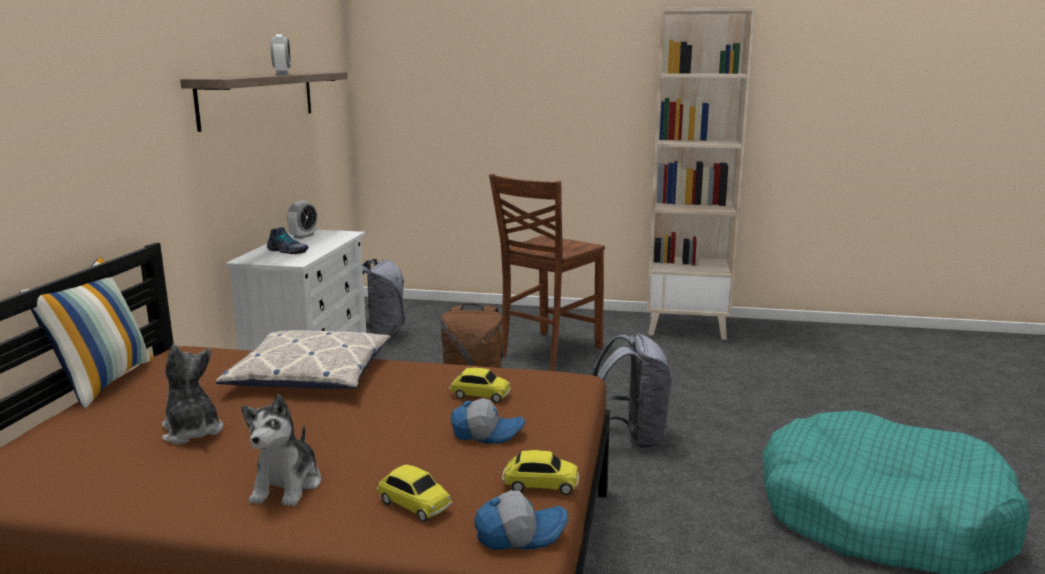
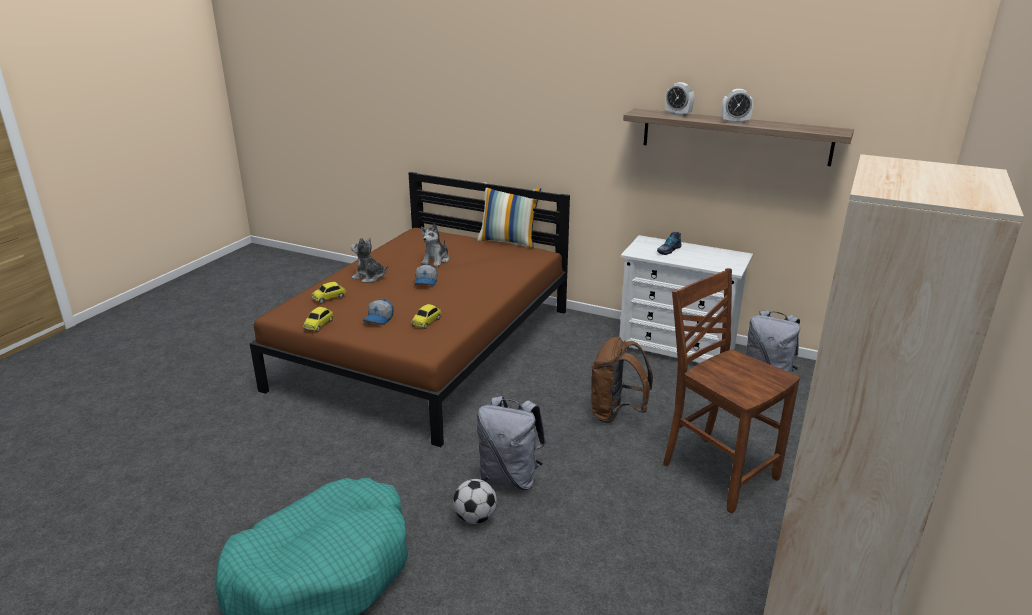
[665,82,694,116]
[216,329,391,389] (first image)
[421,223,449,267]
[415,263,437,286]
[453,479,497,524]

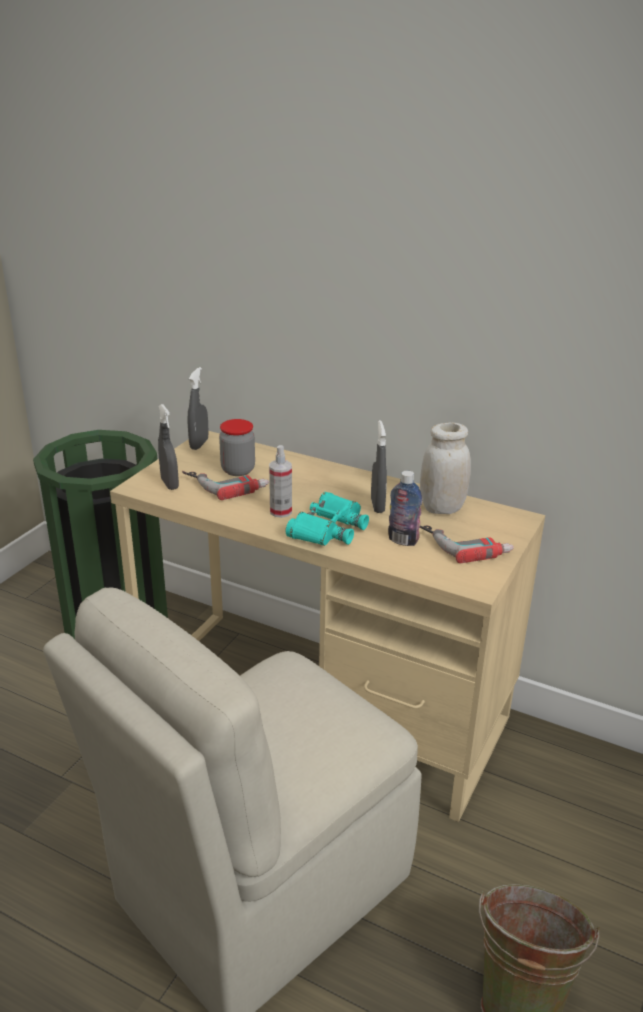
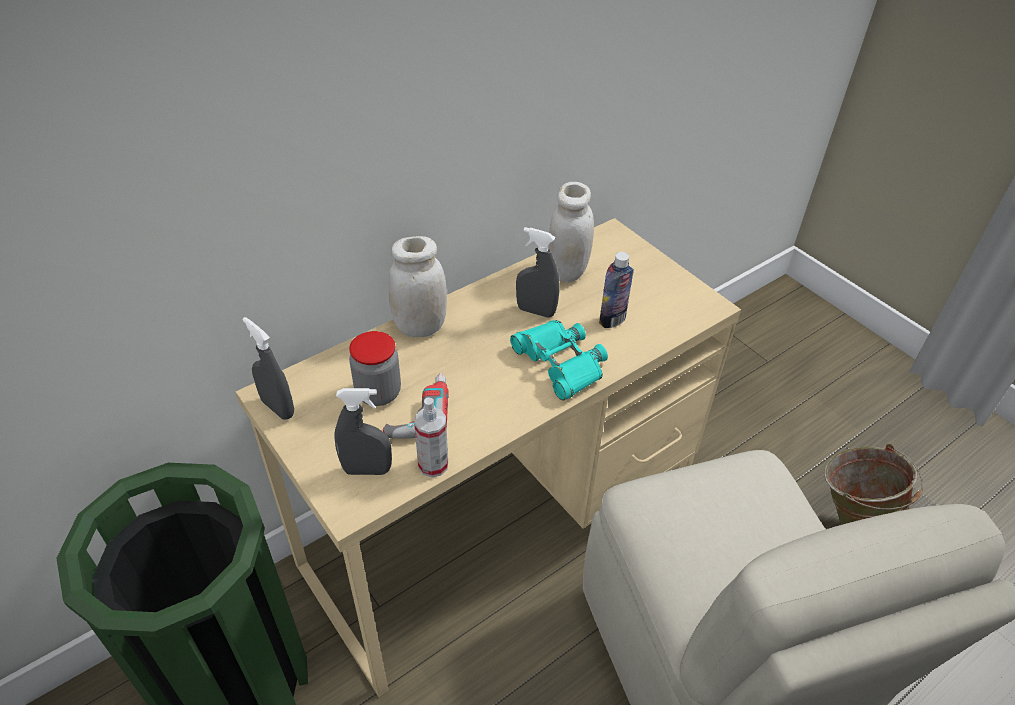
[414,397,448,477]
[420,526,514,563] (first image)
[388,236,447,337]

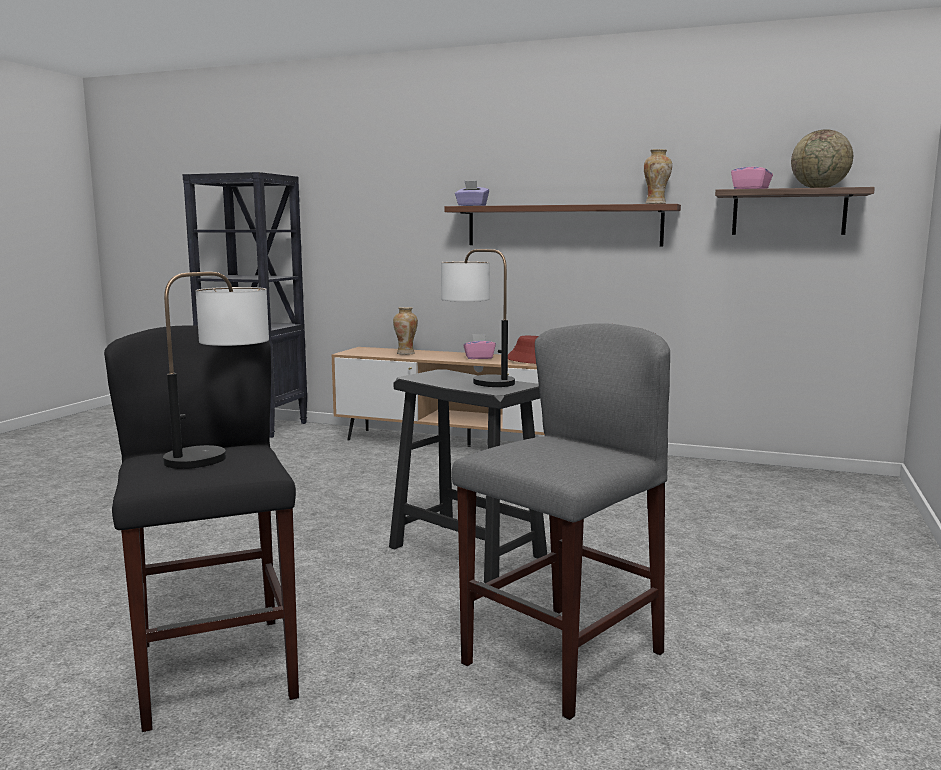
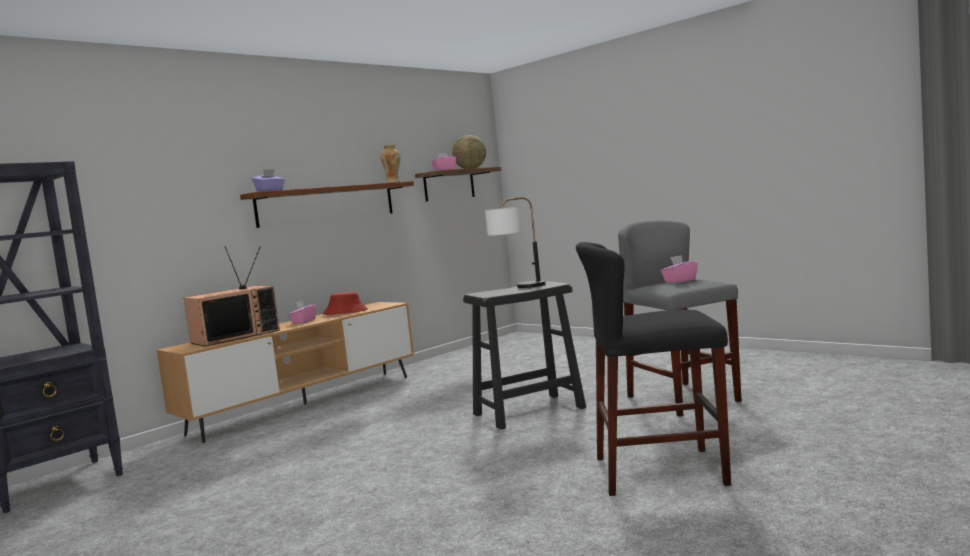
[163,272,269,469] (first image)
[184,246,280,346]
[661,255,698,283]

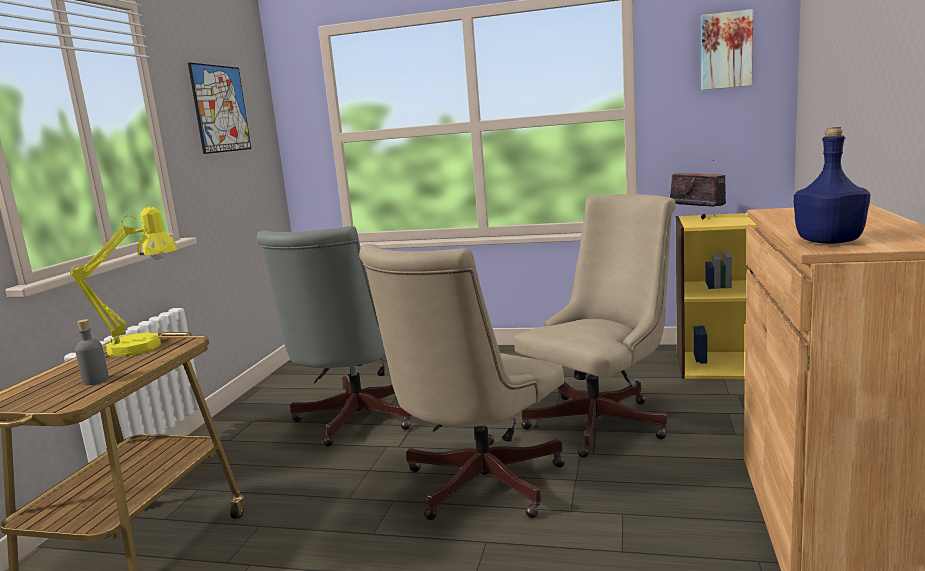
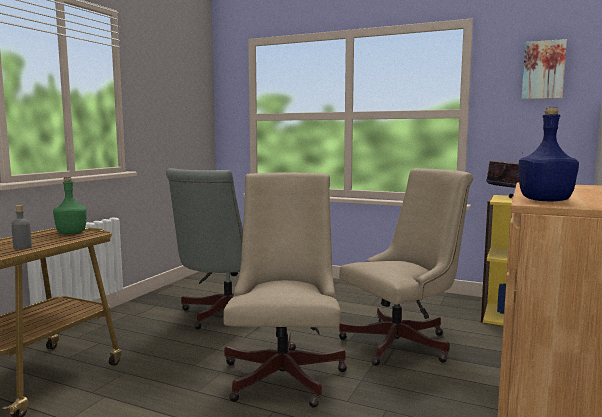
[188,62,251,154] (first image)
[53,177,87,234]
[223,172,347,408]

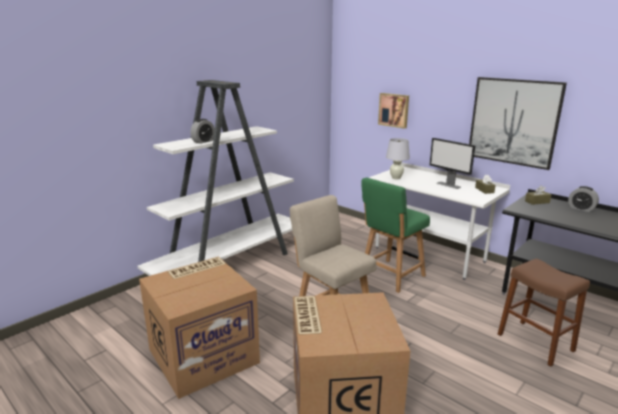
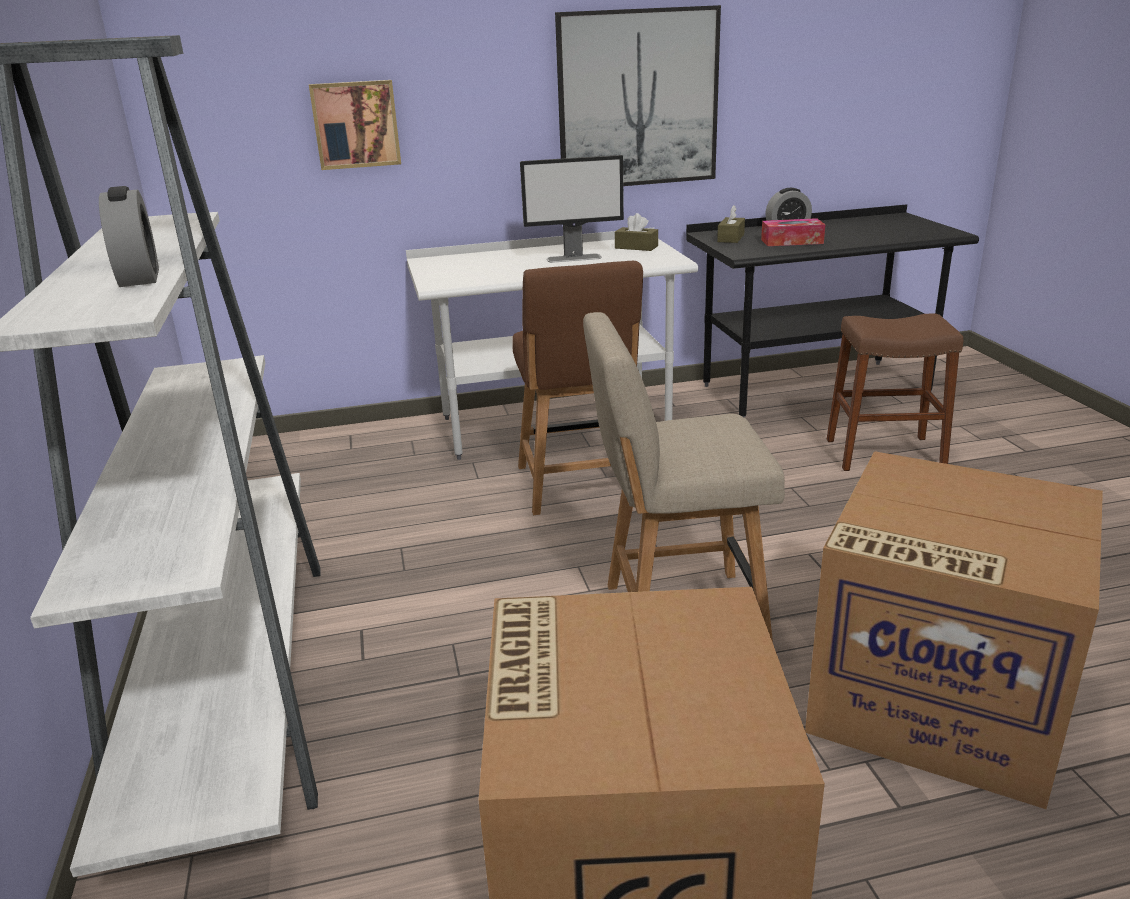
[386,138,410,179] (first image)
[512,261,643,515]
[761,218,825,246]

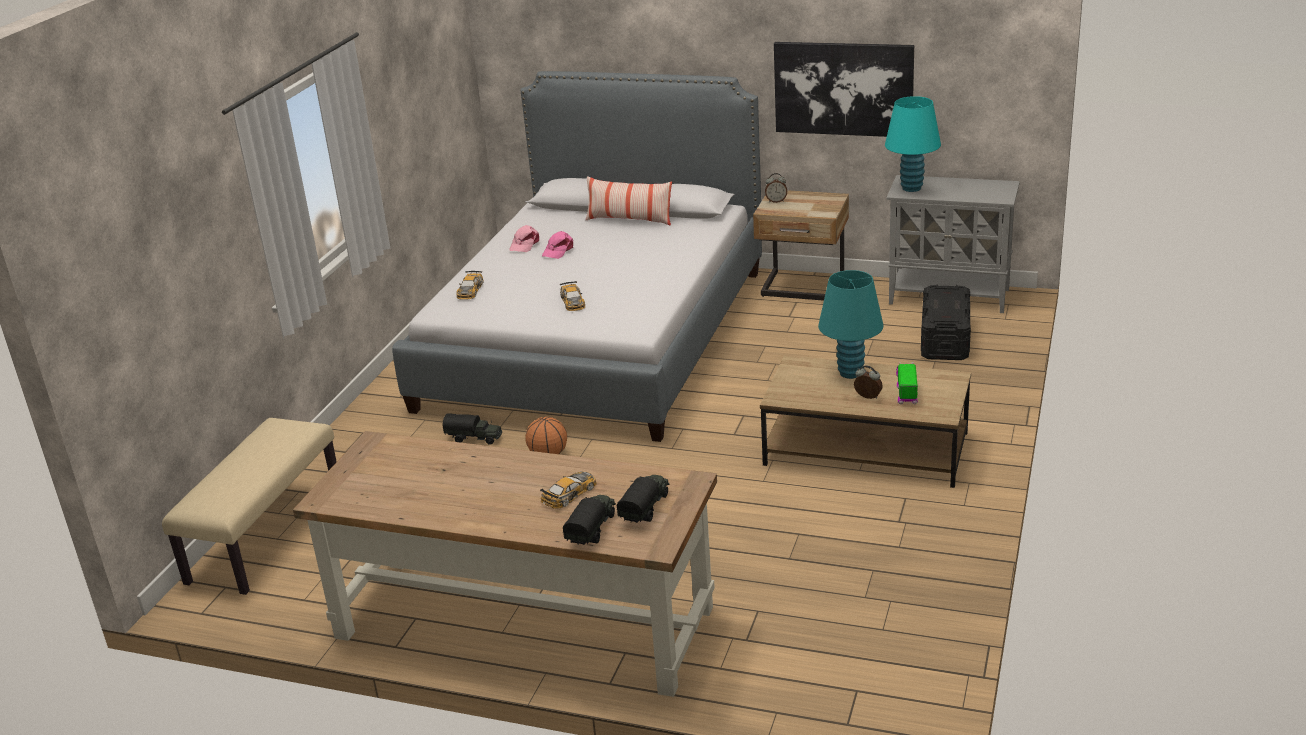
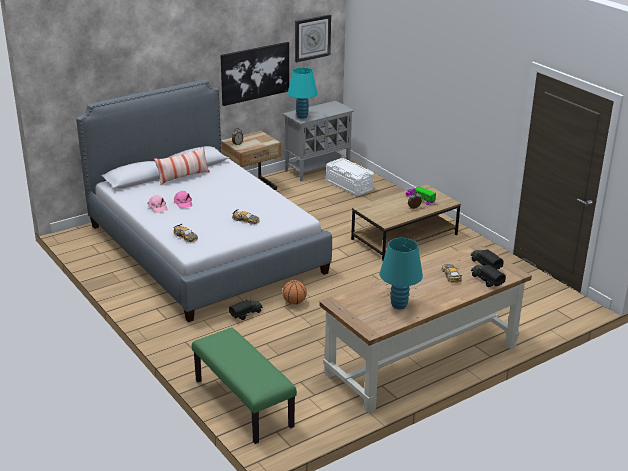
[380,238,423,309]
[326,158,374,196]
[192,327,297,444]
[295,15,331,62]

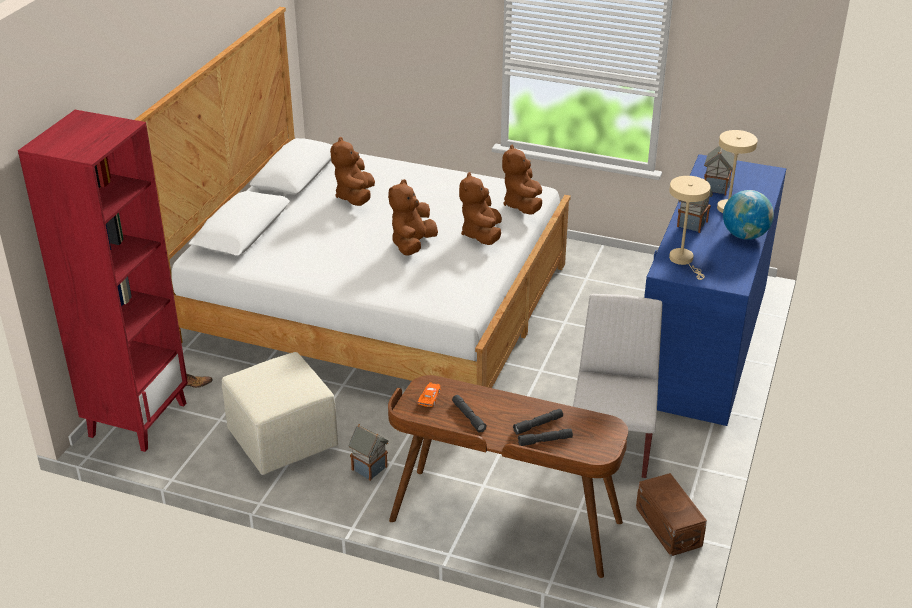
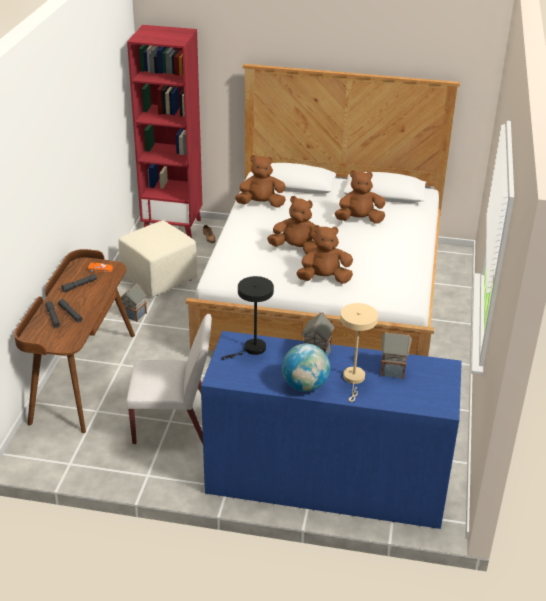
[235,155,286,207]
[221,276,274,360]
[636,473,707,556] (first image)

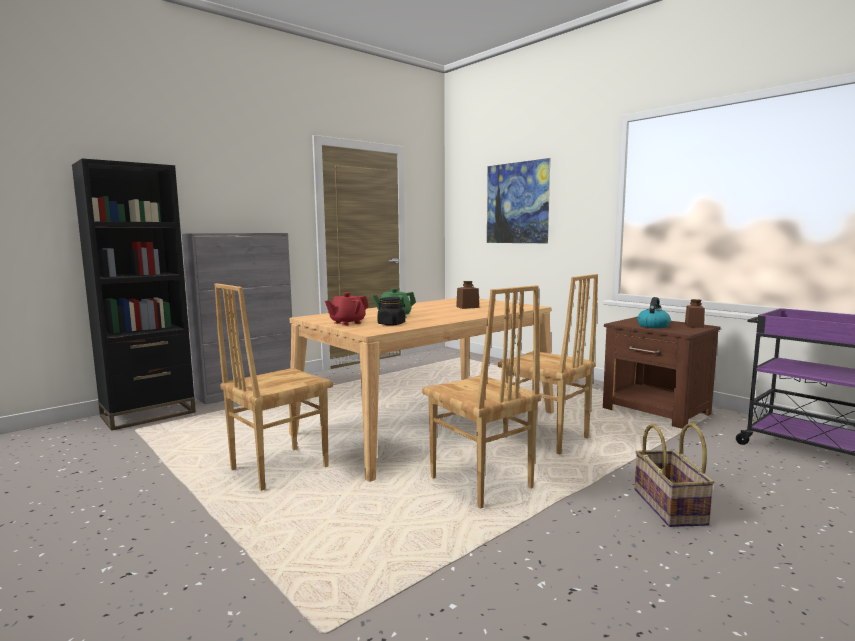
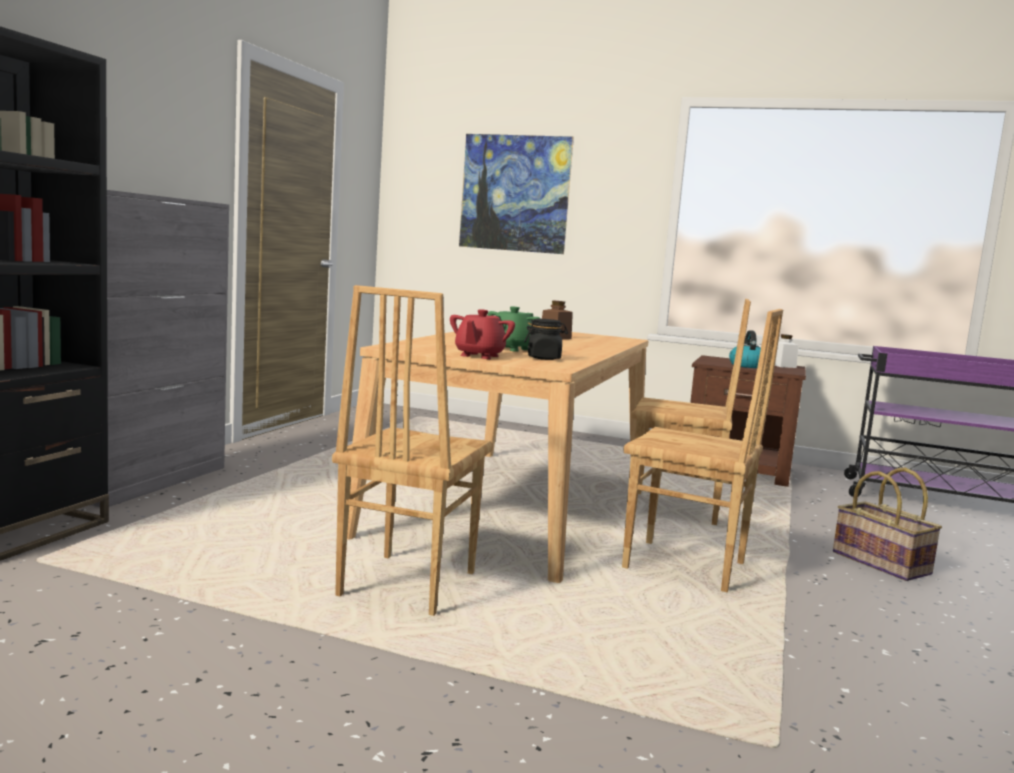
[775,334,798,368]

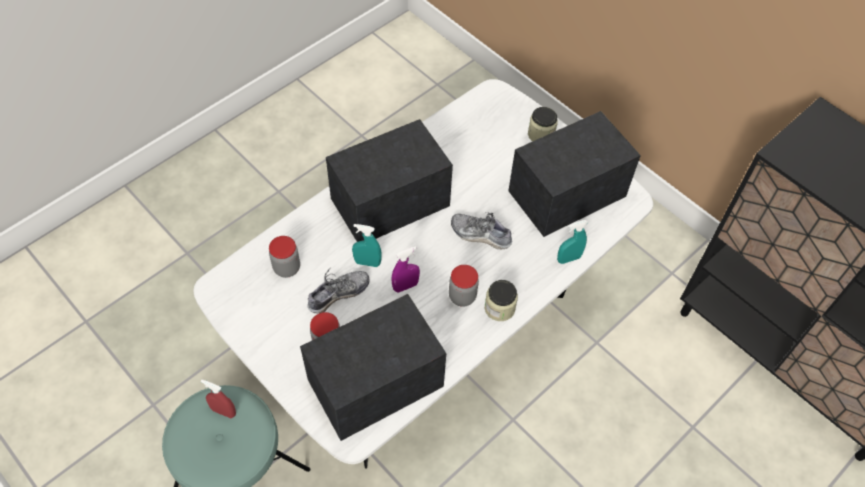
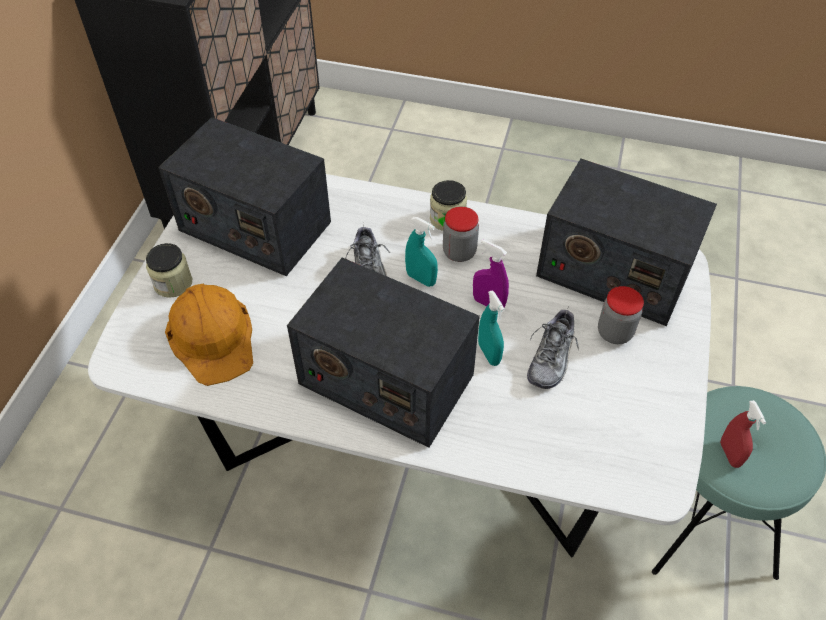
[405,217,438,287]
[269,236,300,278] (first image)
[527,309,579,389]
[165,283,253,386]

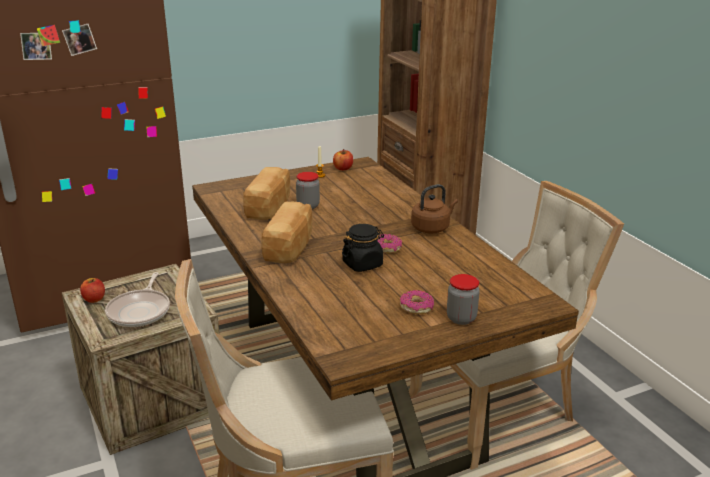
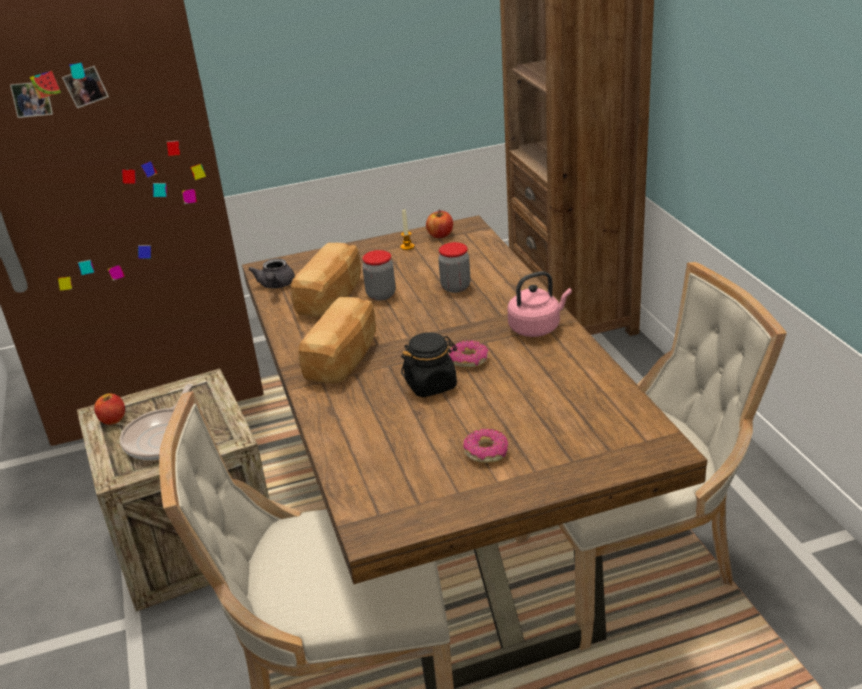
[507,271,572,337]
[438,242,470,293]
[248,258,295,289]

